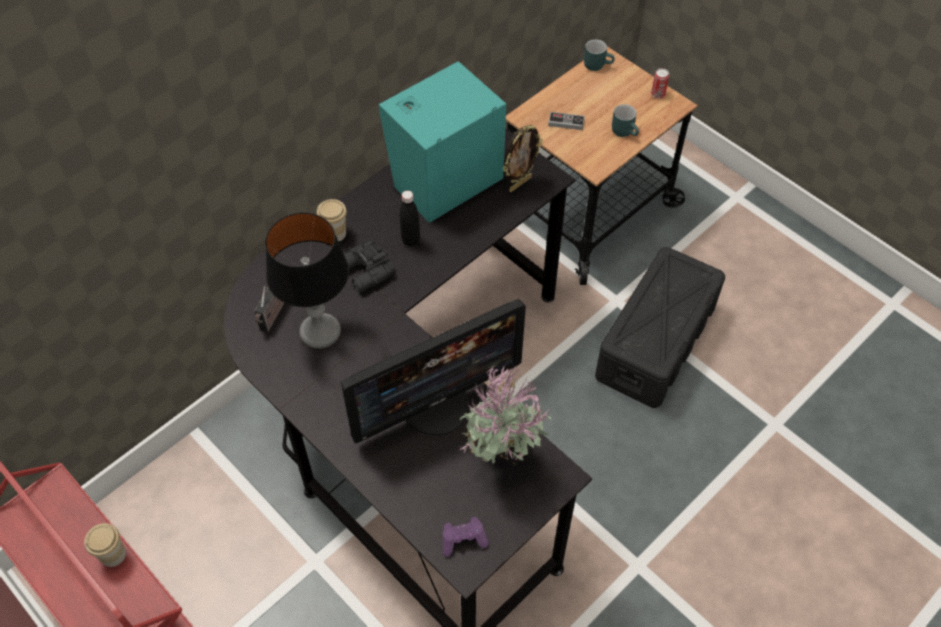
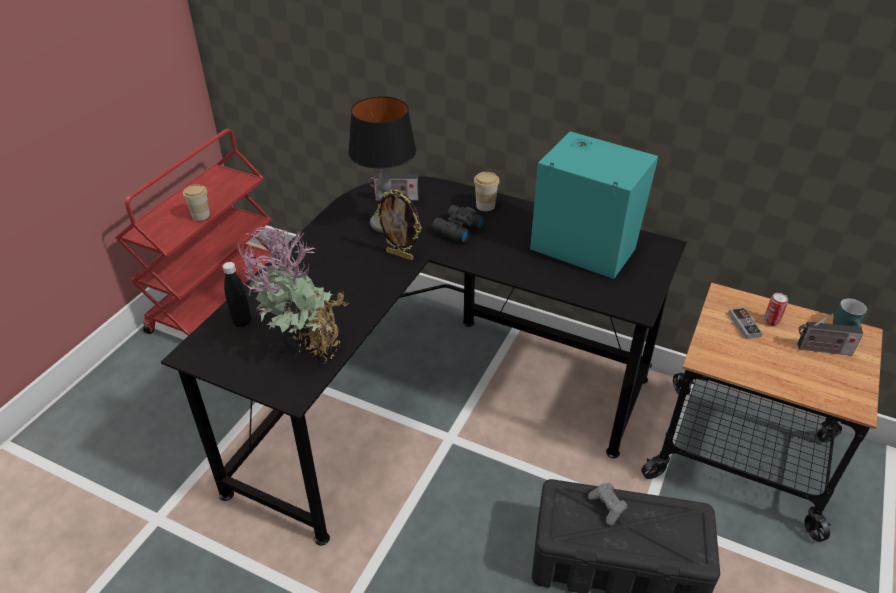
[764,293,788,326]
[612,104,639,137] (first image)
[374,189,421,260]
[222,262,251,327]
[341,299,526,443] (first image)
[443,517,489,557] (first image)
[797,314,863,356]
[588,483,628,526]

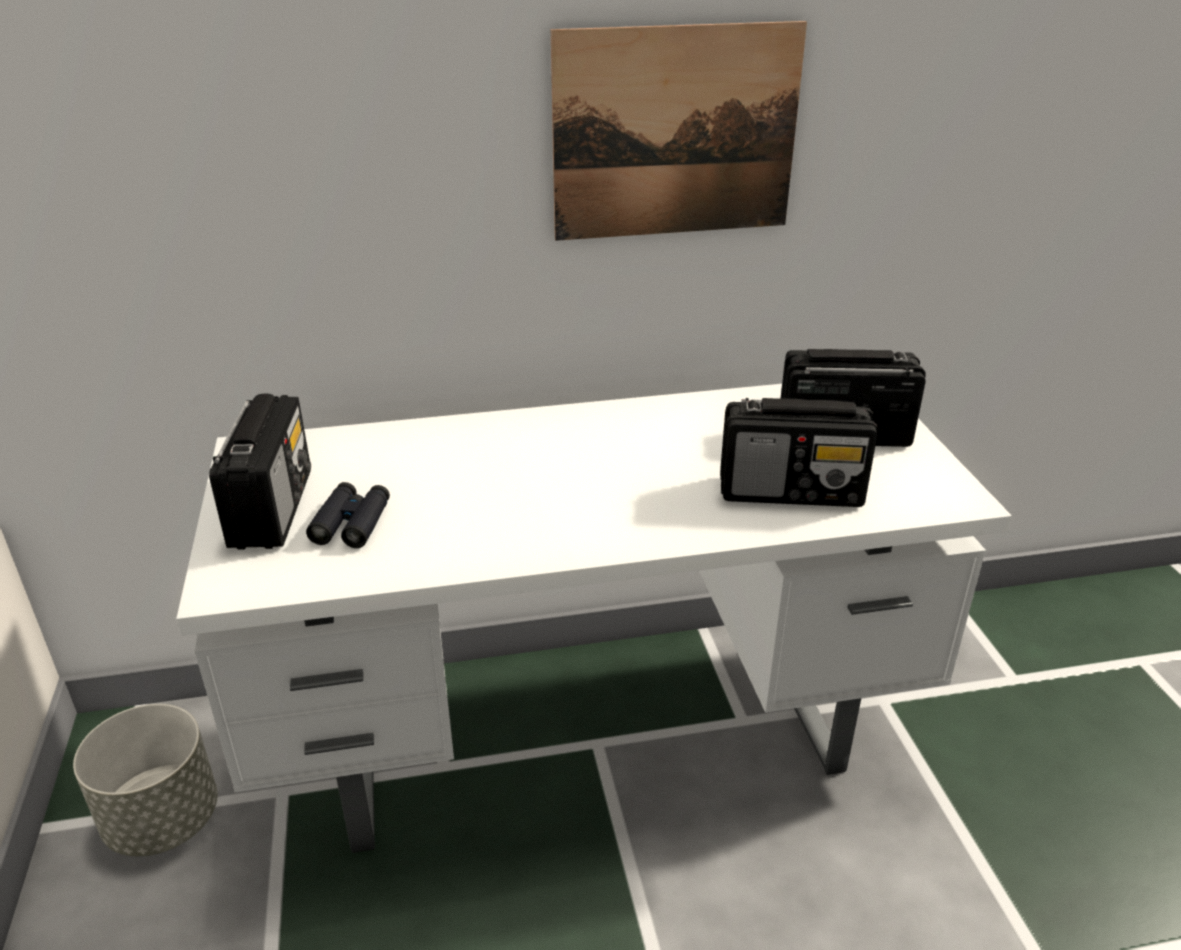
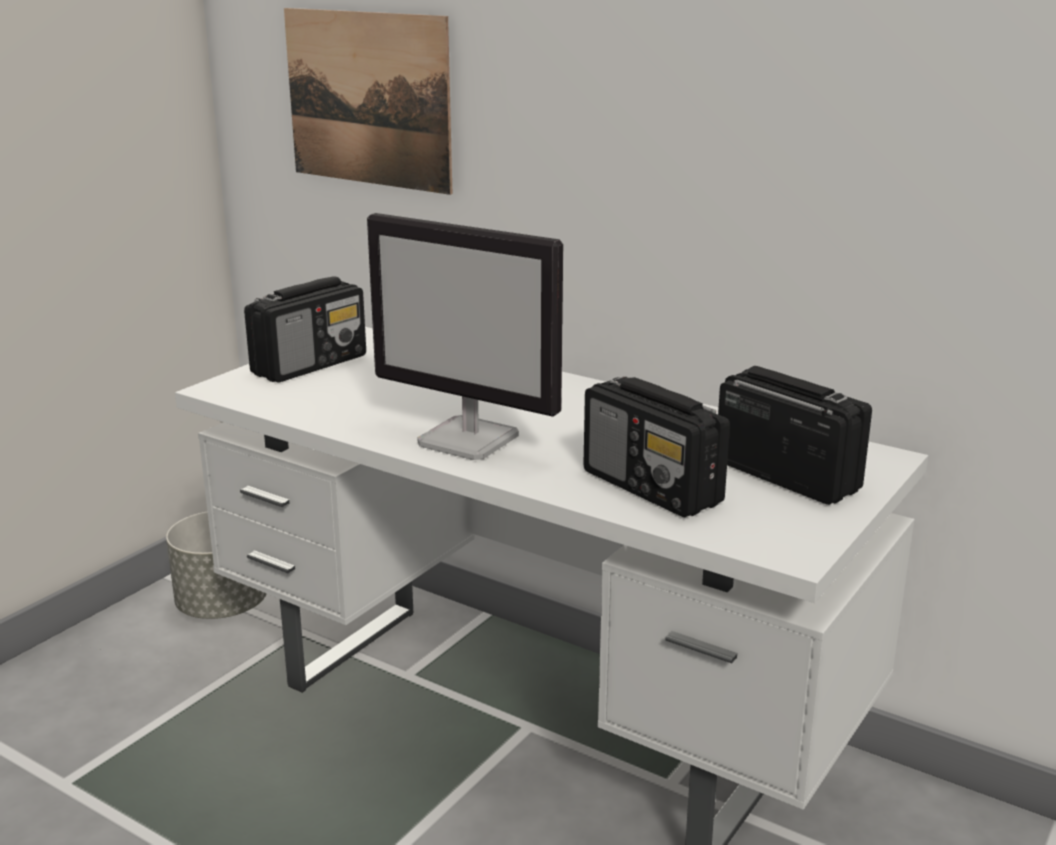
[284,8,452,195]
[306,482,390,548] (first image)
[367,213,563,460]

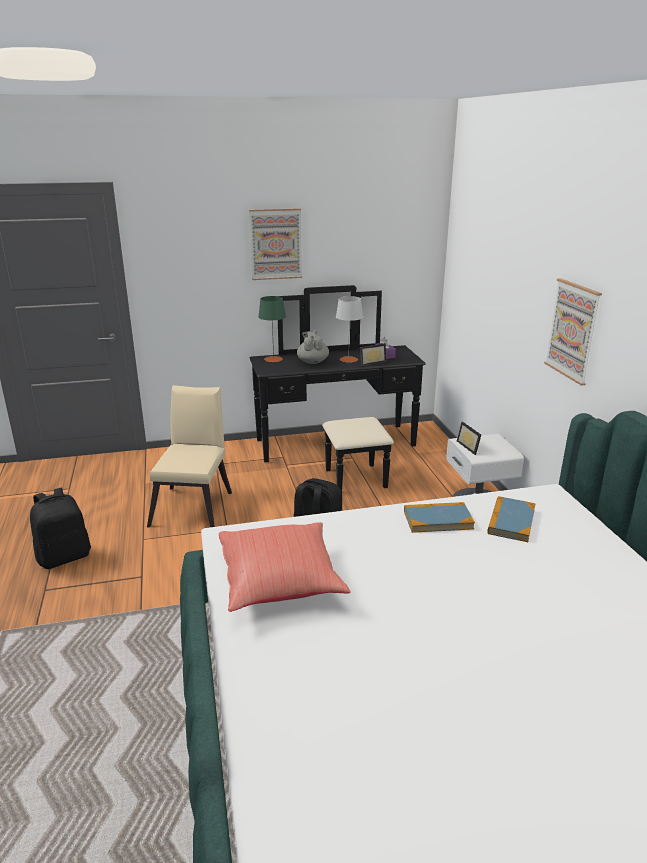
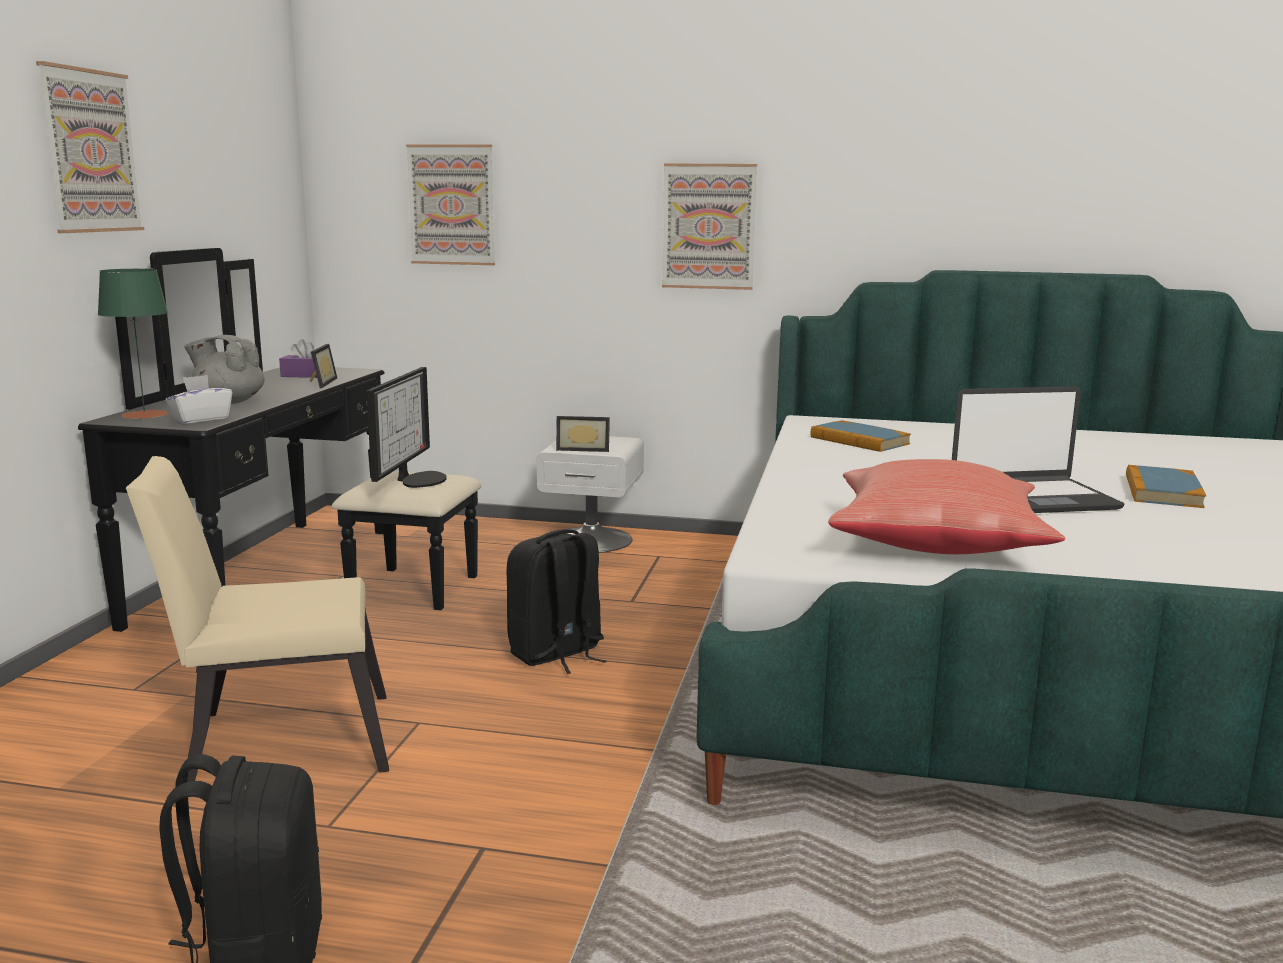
[336,296,363,362] (first image)
[126,456,389,782]
[1126,465,1206,508]
[406,144,495,265]
[366,367,447,488]
[166,375,232,424]
[952,387,1125,513]

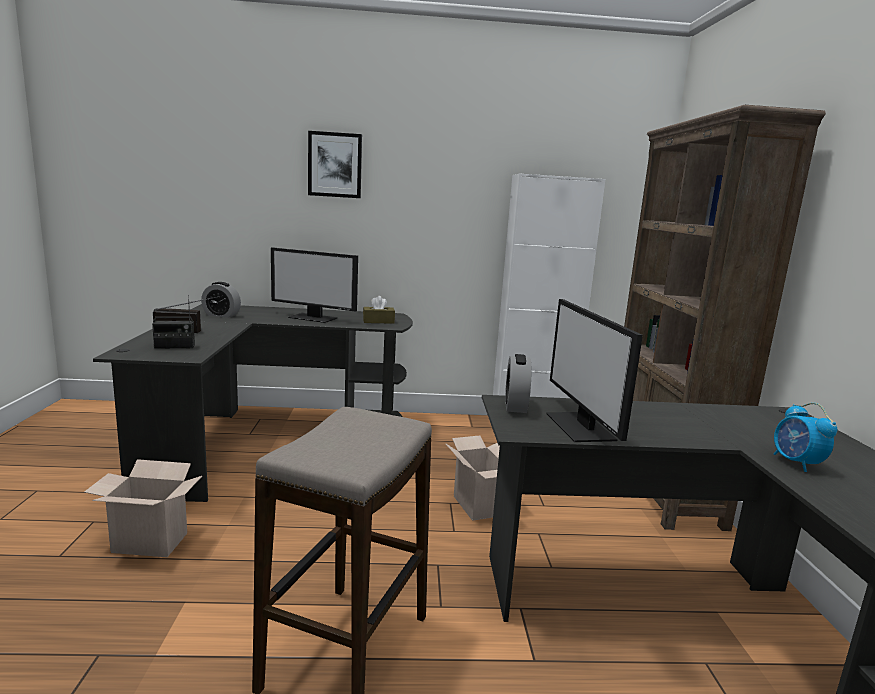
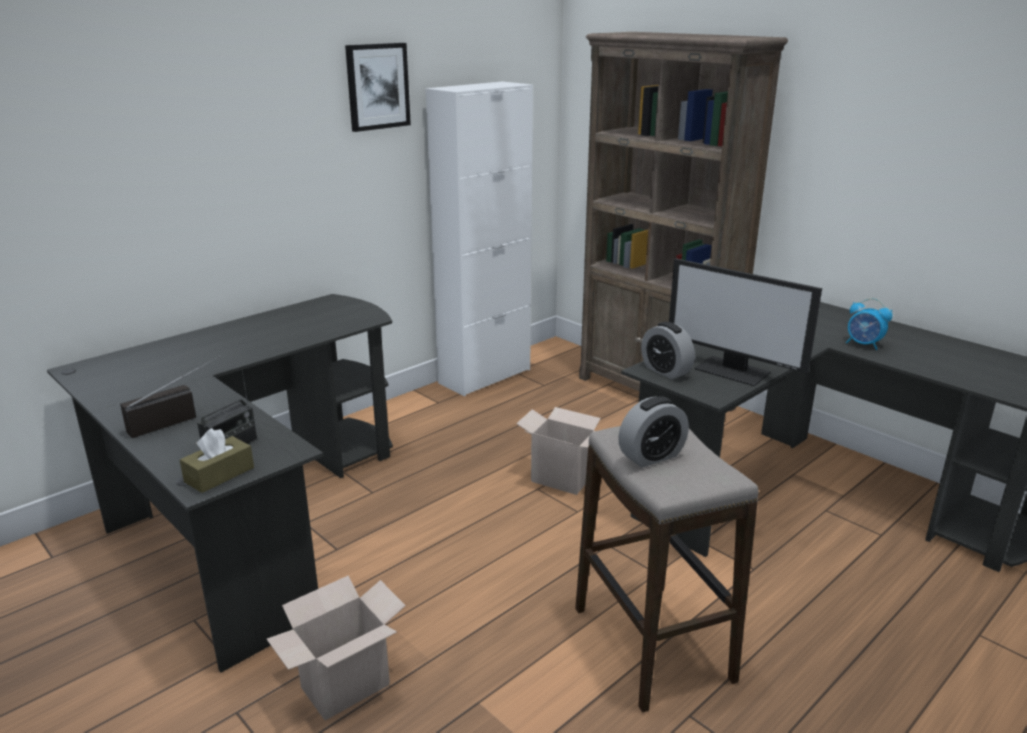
[345,43,411,132]
[271,247,358,323] (first image)
[618,396,689,468]
[180,428,254,493]

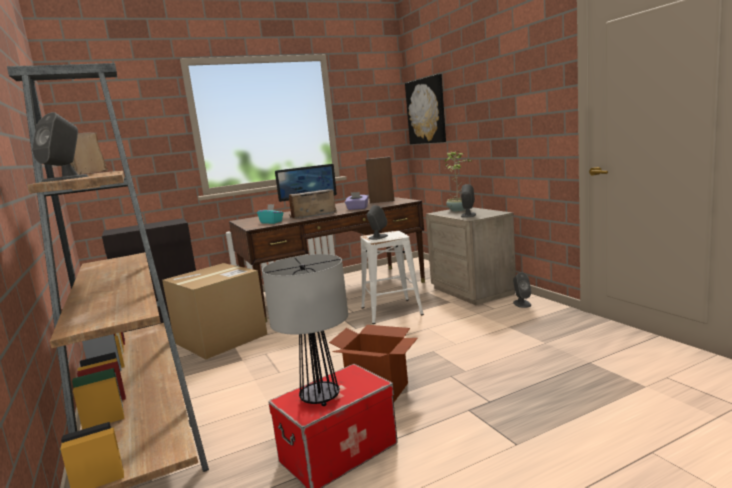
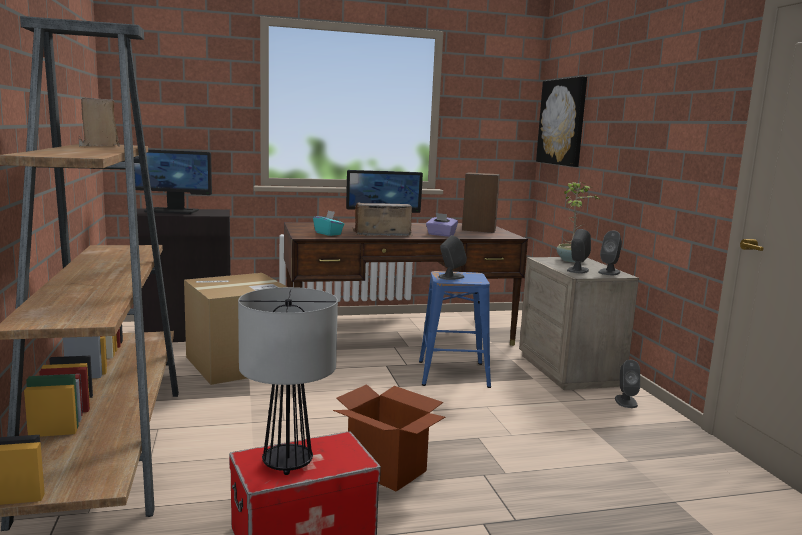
[598,231,622,275]
[419,271,491,388]
[134,149,212,214]

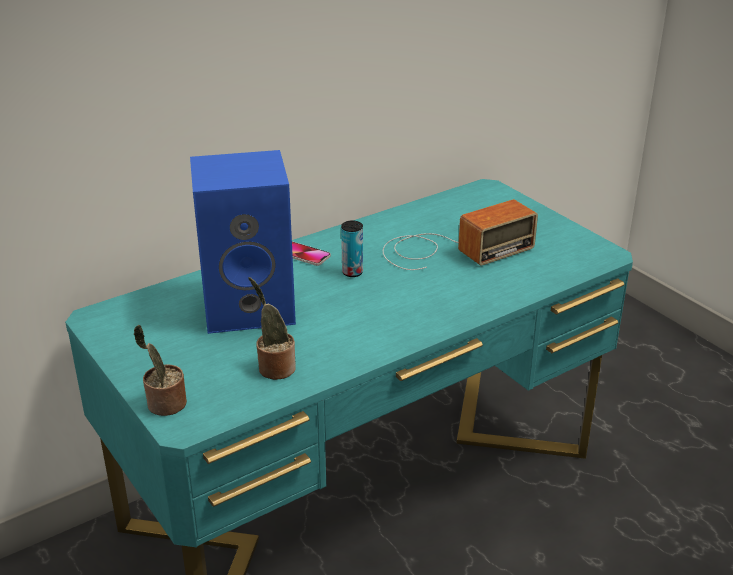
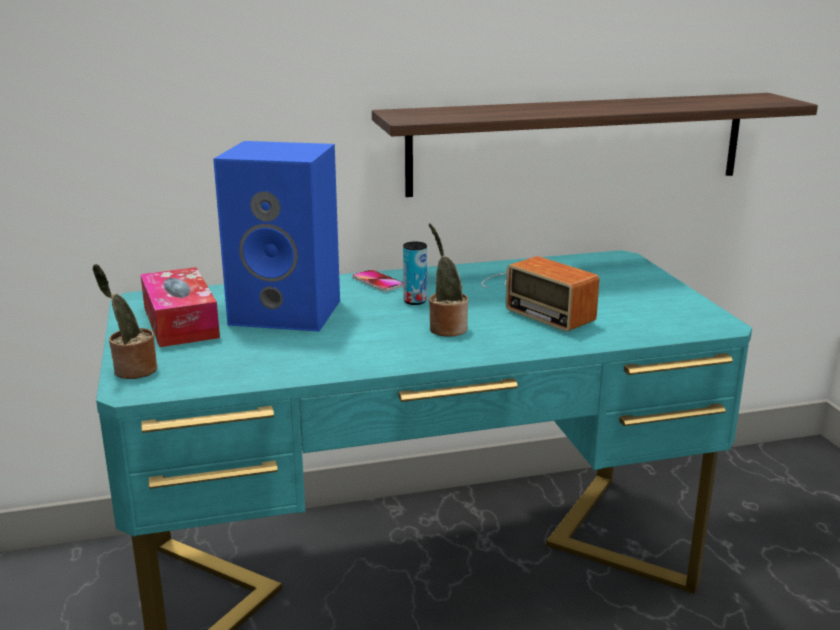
[482,256,599,332]
[429,223,468,337]
[372,93,818,197]
[140,267,220,347]

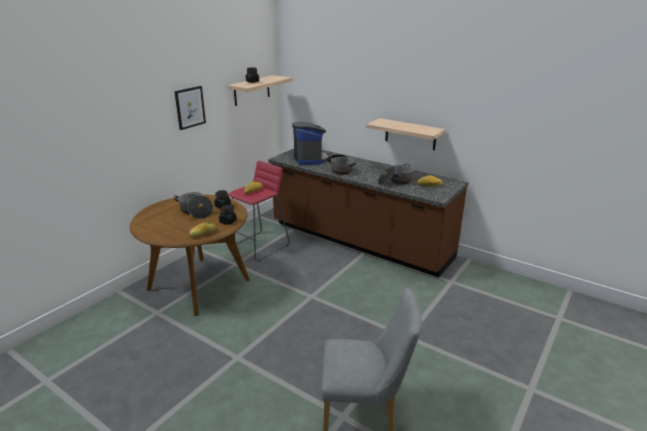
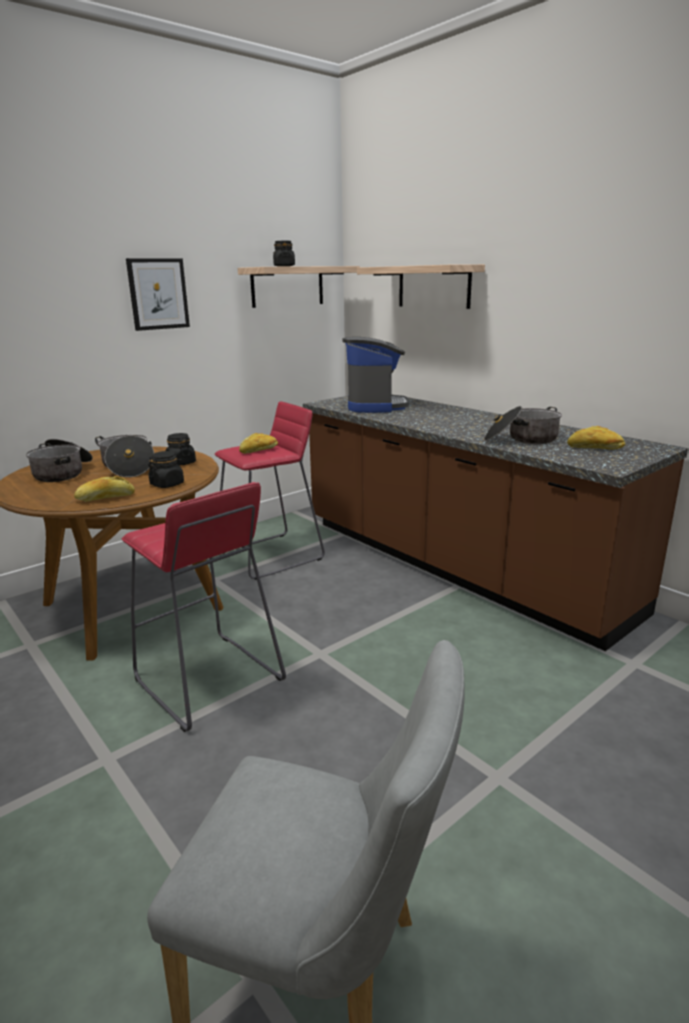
[357,264,485,309]
[26,439,93,482]
[122,482,286,732]

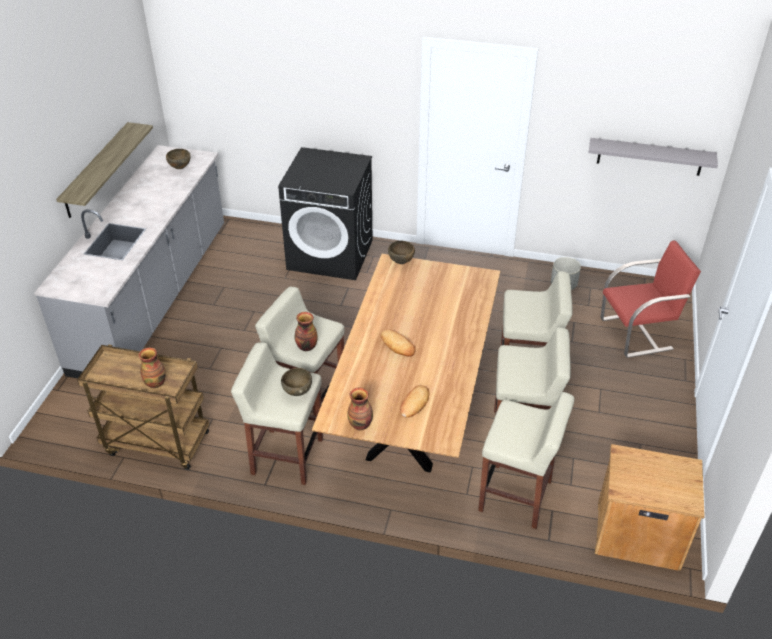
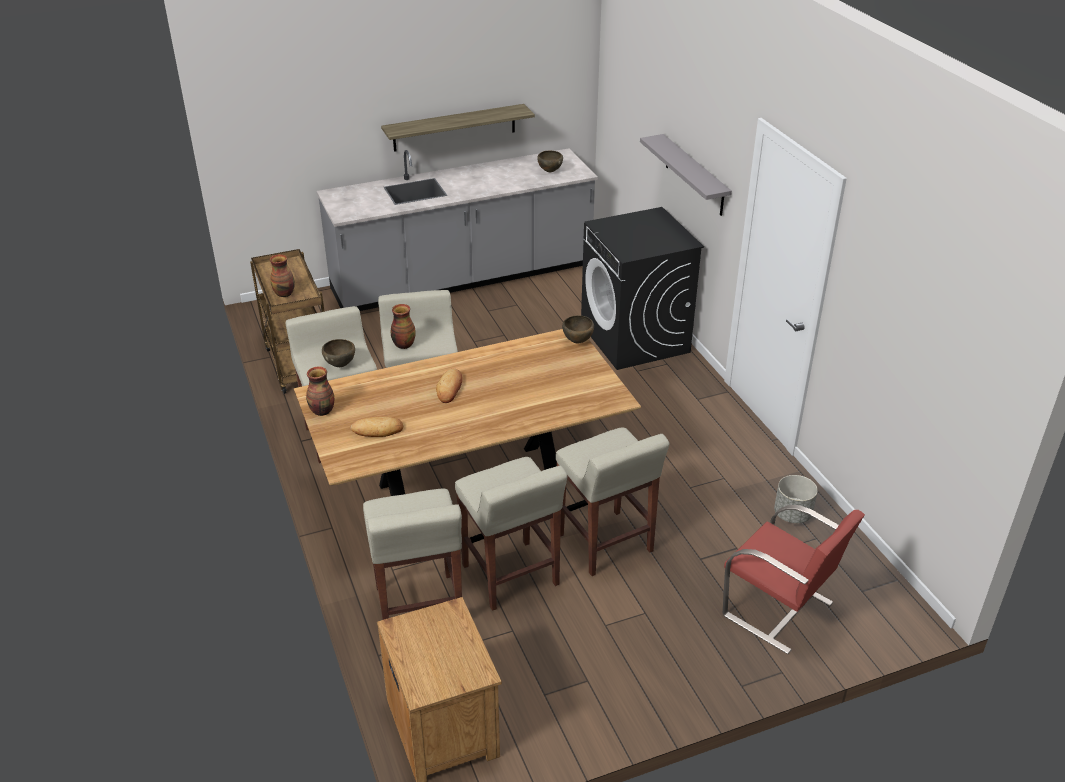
[640,134,732,216]

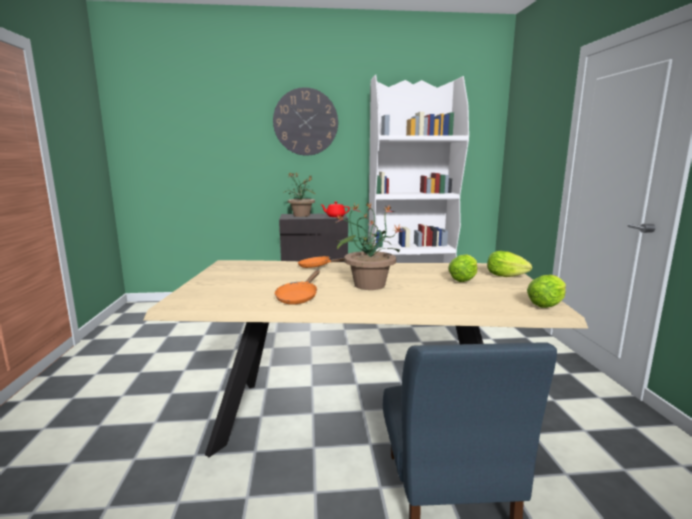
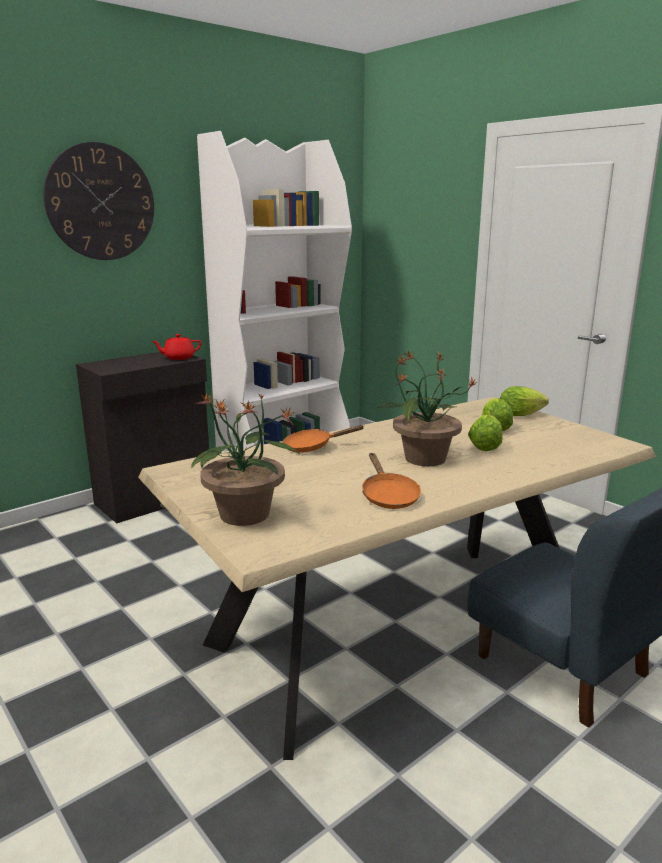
[191,393,300,526]
[468,414,502,451]

